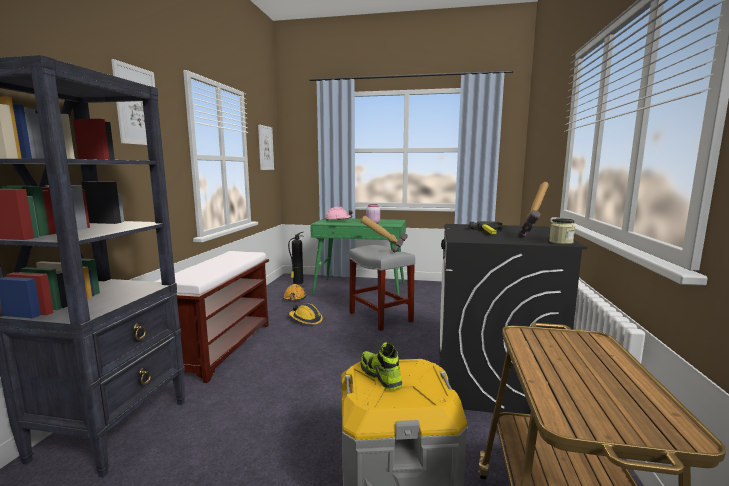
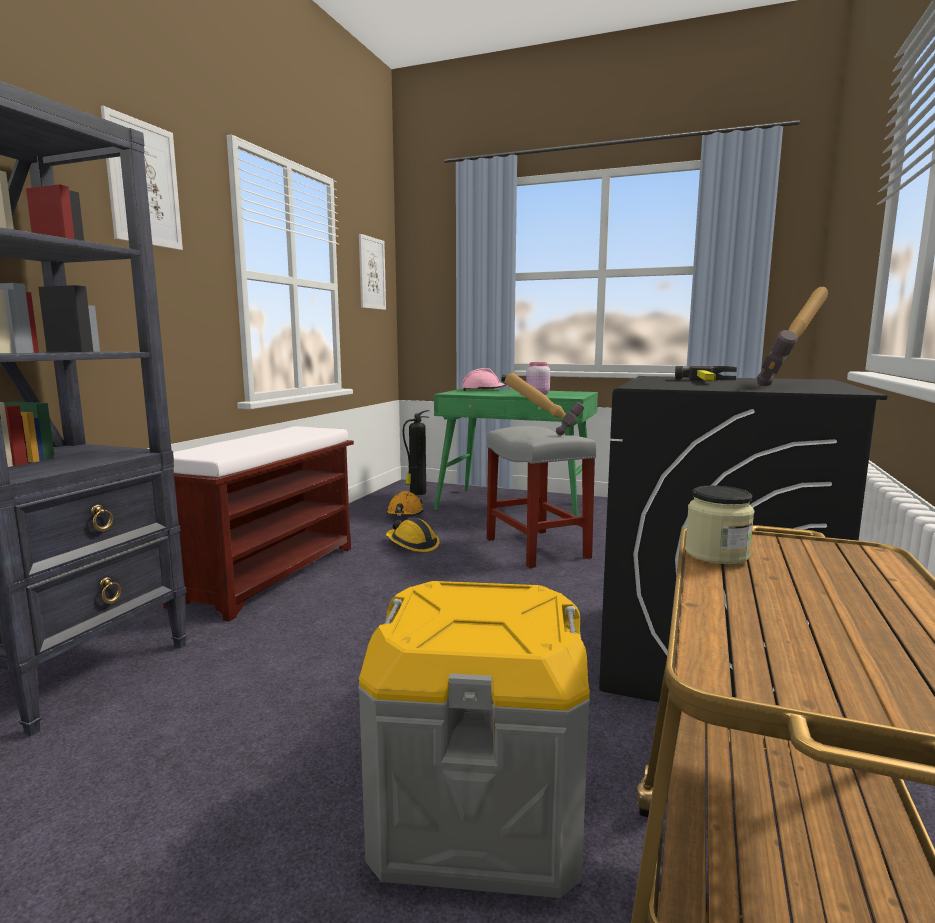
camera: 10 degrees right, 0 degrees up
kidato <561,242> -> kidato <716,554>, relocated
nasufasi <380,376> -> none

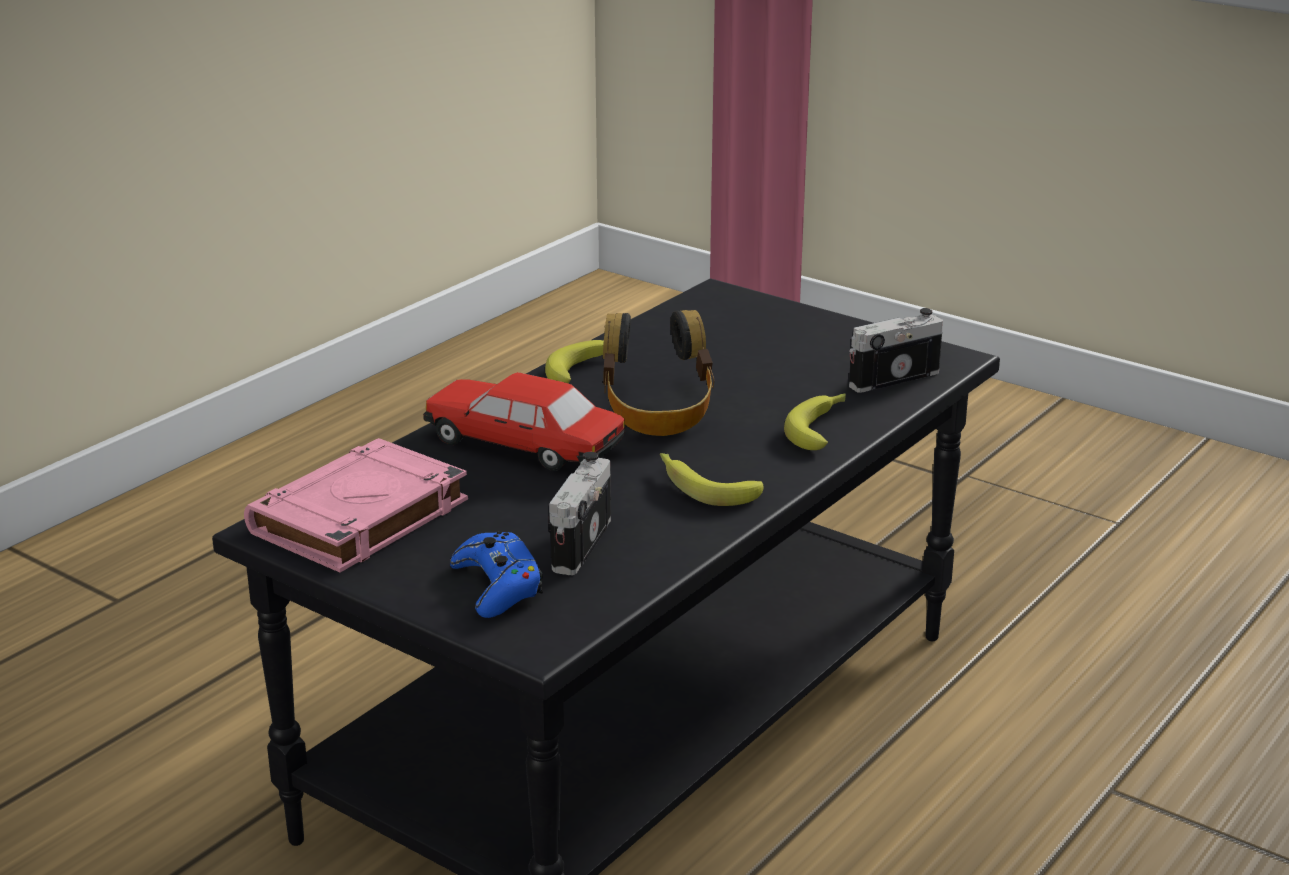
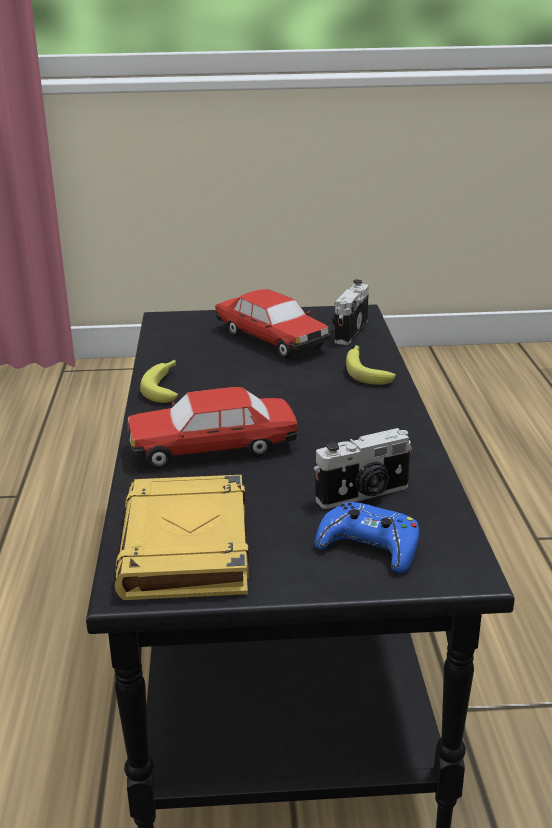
camera: 40 degrees left, 0 degrees up
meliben <657,411> -> none
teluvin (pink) <358,518> -> teluvin (yellow) <186,548>
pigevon <577,544> -> pigevon <364,495>, 90 degrees counterclockwise
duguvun <703,486> -> none
none -> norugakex <271,339>

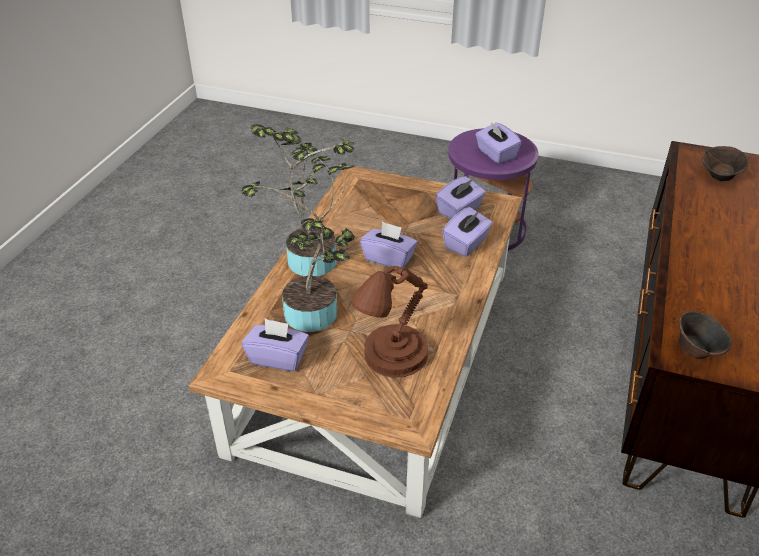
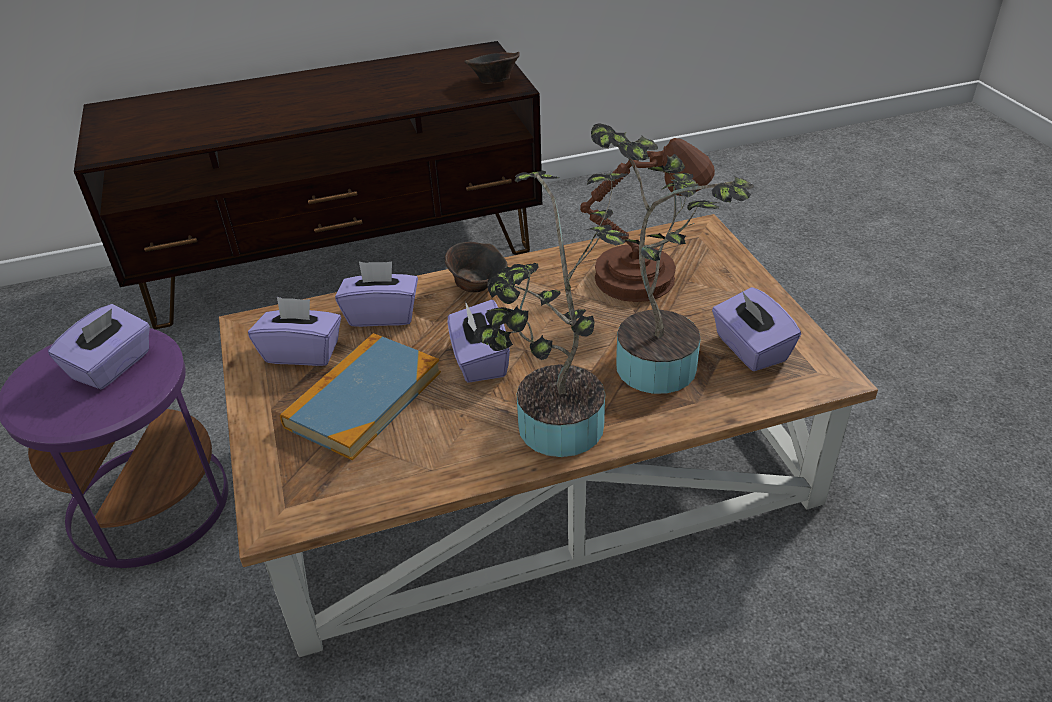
camera: 125 degrees left, 0 degrees up
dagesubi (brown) <720,177> -> dagesubi (brown) <477,285>, relocated
none -> teluvin <363,399>

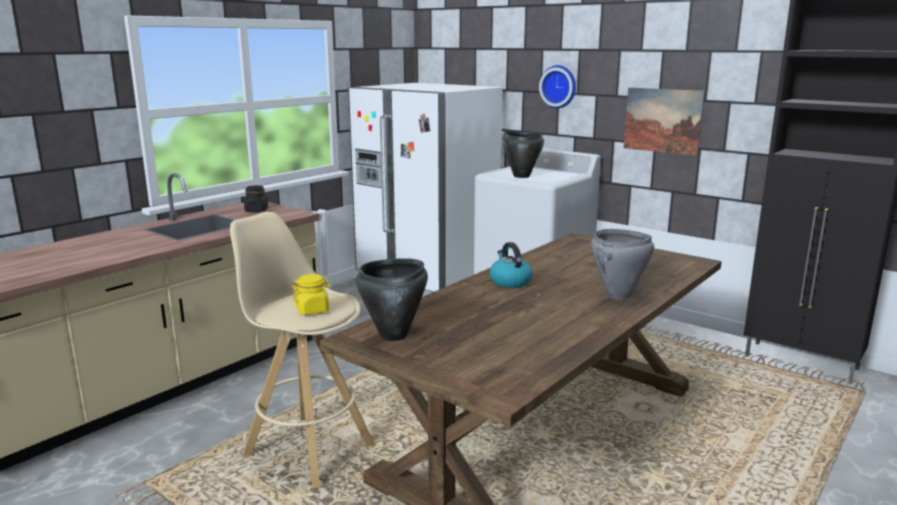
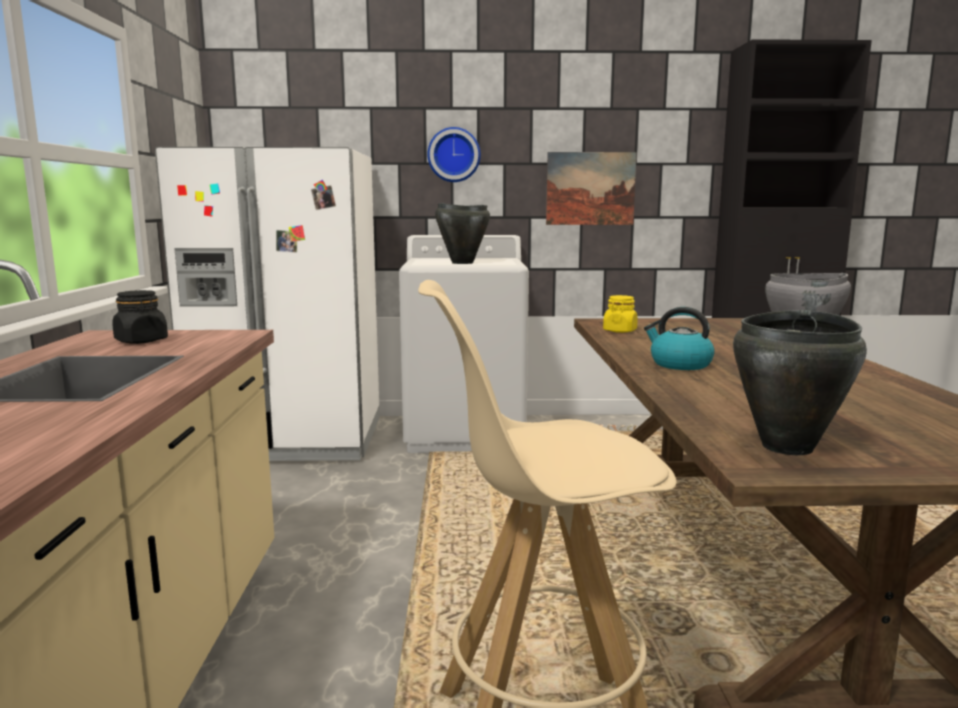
camera: 40 degrees left, 5 degrees down
kidato (yellow) <312,310> -> kidato (yellow) <620,331>, relocated

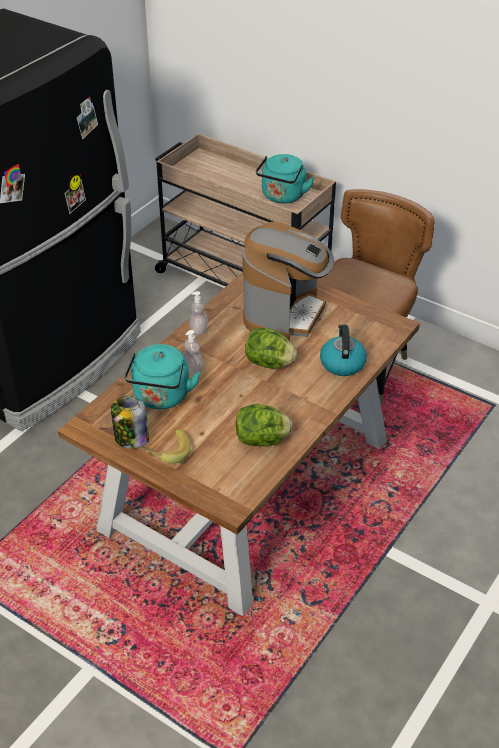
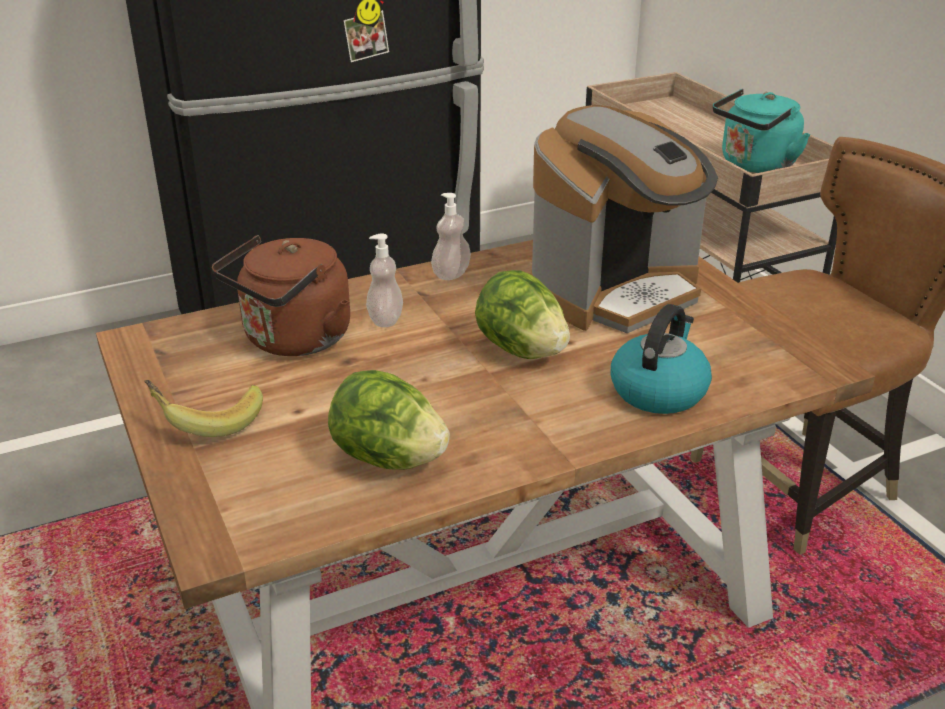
camera: 30 degrees right, 10 degrees down
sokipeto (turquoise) <161,398> -> sokipeto (brown) <293,341>
kidato <131,438> -> none

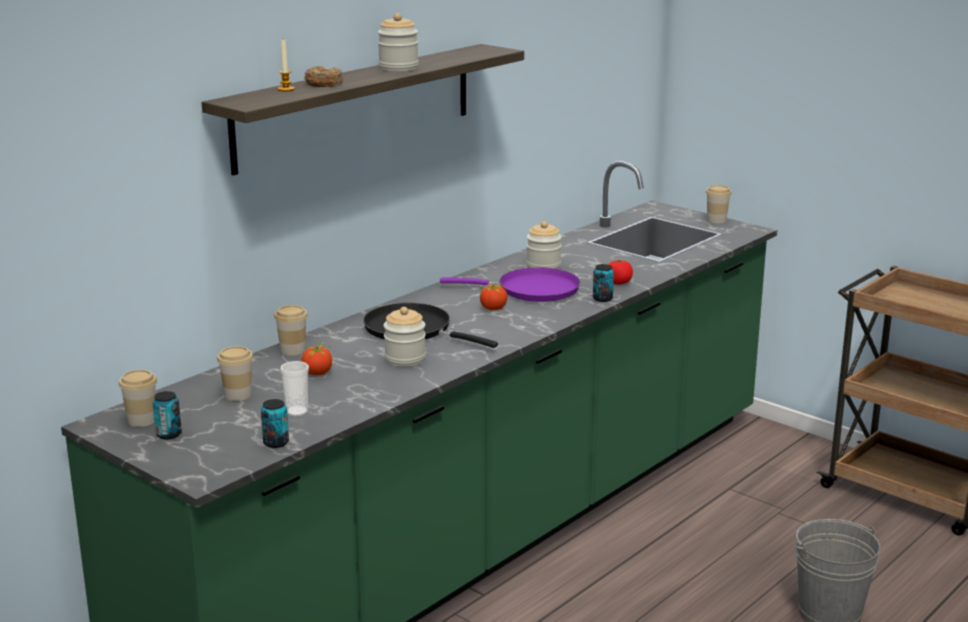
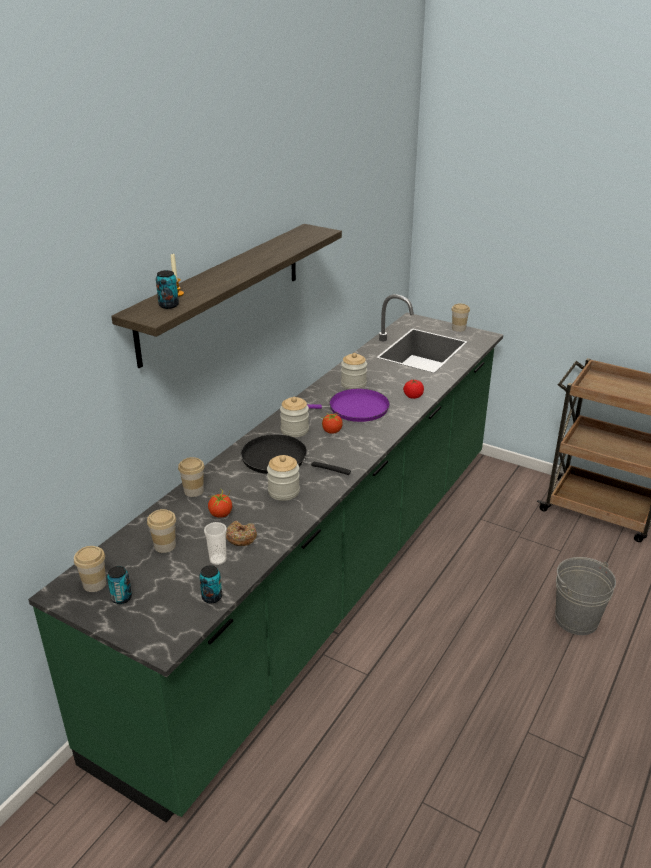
camera: 10 degrees left, 10 degrees up
kidato <398,68> -> kidato <294,430>, relocated
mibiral <323,83> -> mibiral <241,538>, relocated
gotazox <602,299> -> gotazox <169,305>, relocated

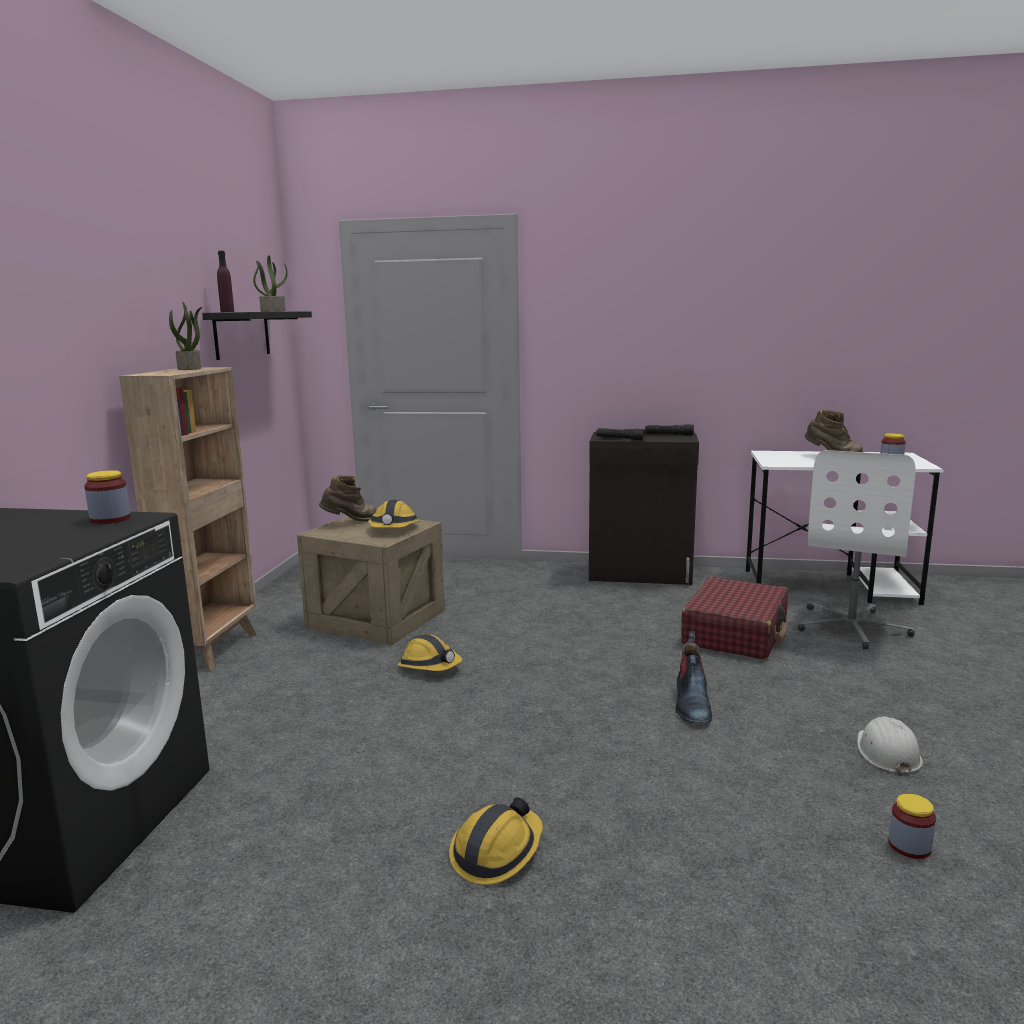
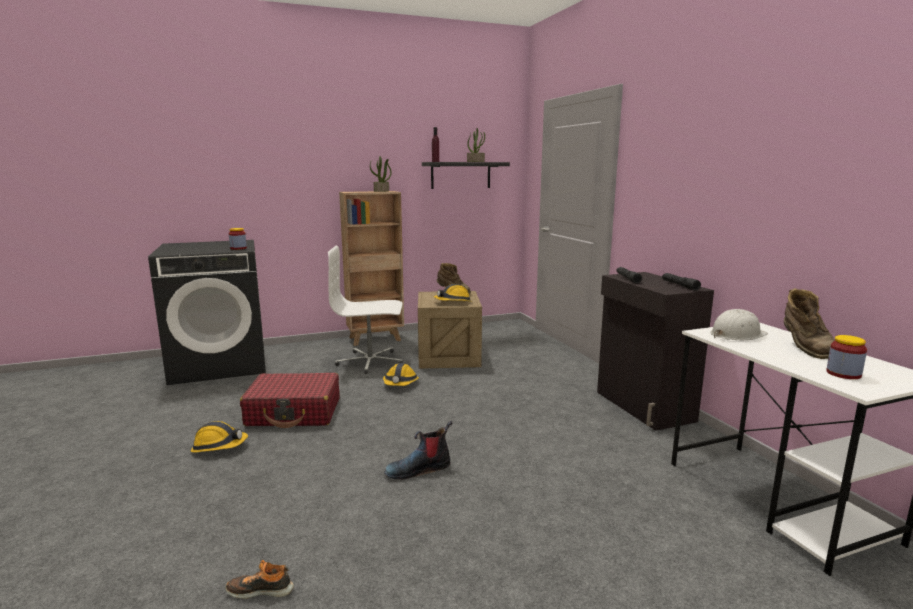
camera: 60 degrees right, 0 degrees up
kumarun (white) <852,627> -> kumarun (white) <370,361>, relocated
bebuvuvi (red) <735,633> -> bebuvuvi (red) <294,412>, relocated
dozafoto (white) <887,753> -> dozafoto (white) <737,335>, relocated
kidato <909,846> -> nasufasi <261,590>

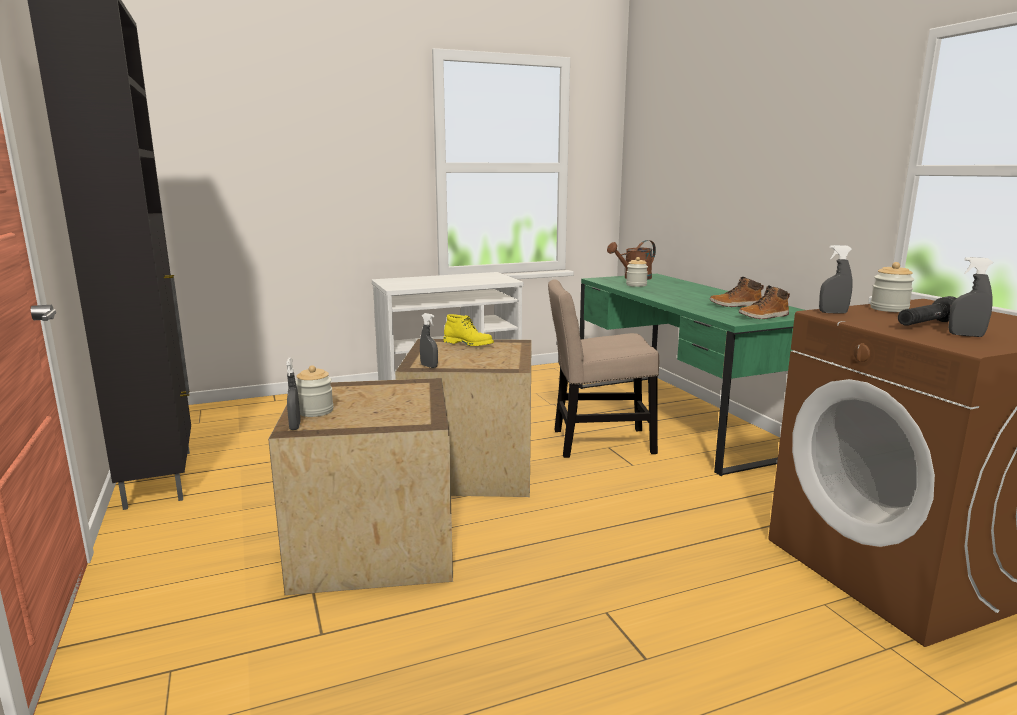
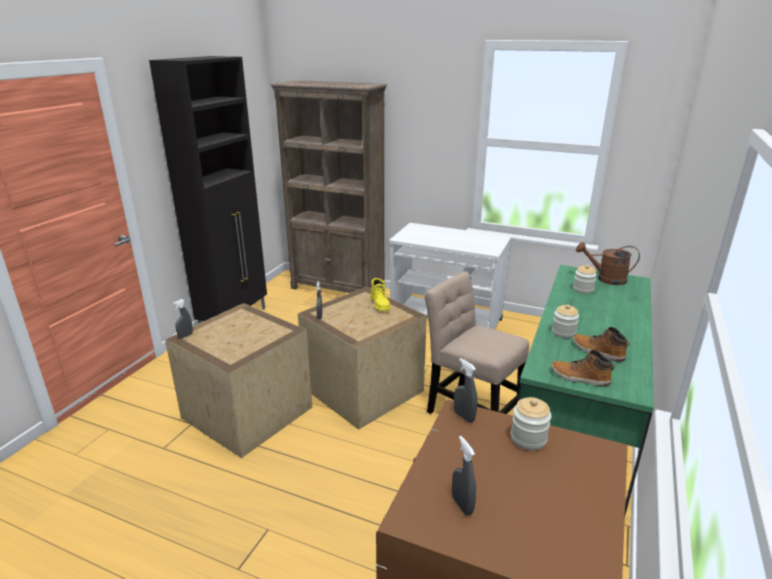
camera: 45 degrees right, 10 degrees up
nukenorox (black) <926,325> -> none
kidato <315,411> -> kidato <563,332>, relocated
none -> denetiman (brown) <338,289>

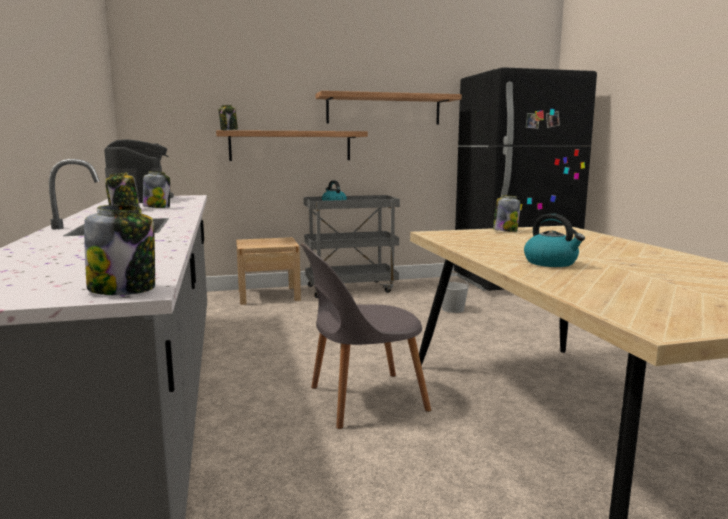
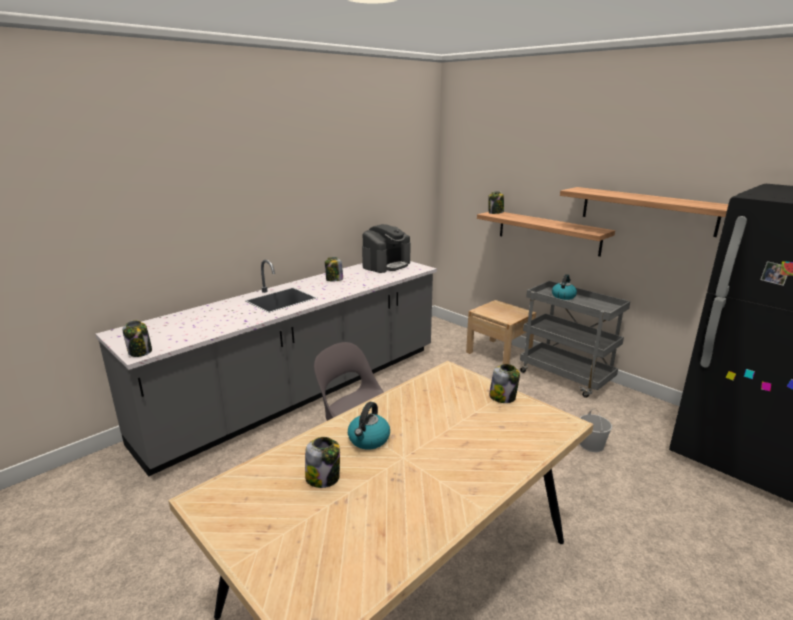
camera: 60 degrees right, 10 degrees up
kidato <157,207> -> kidato <323,478>, relocated

